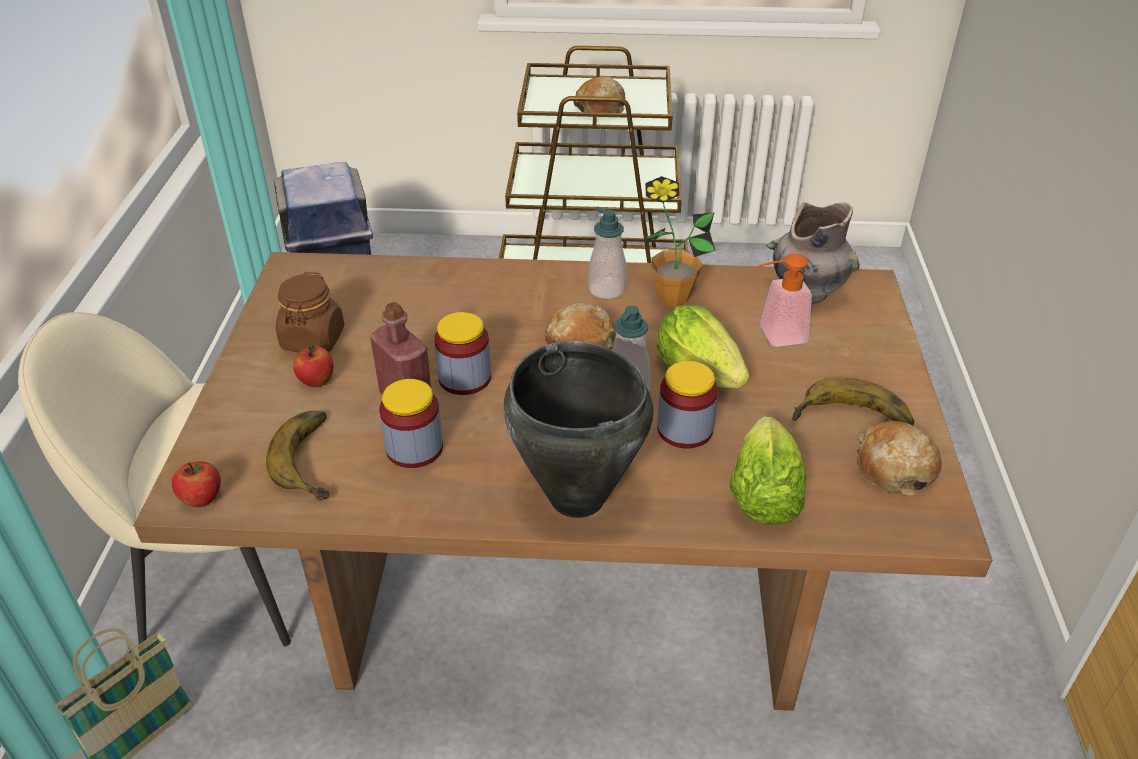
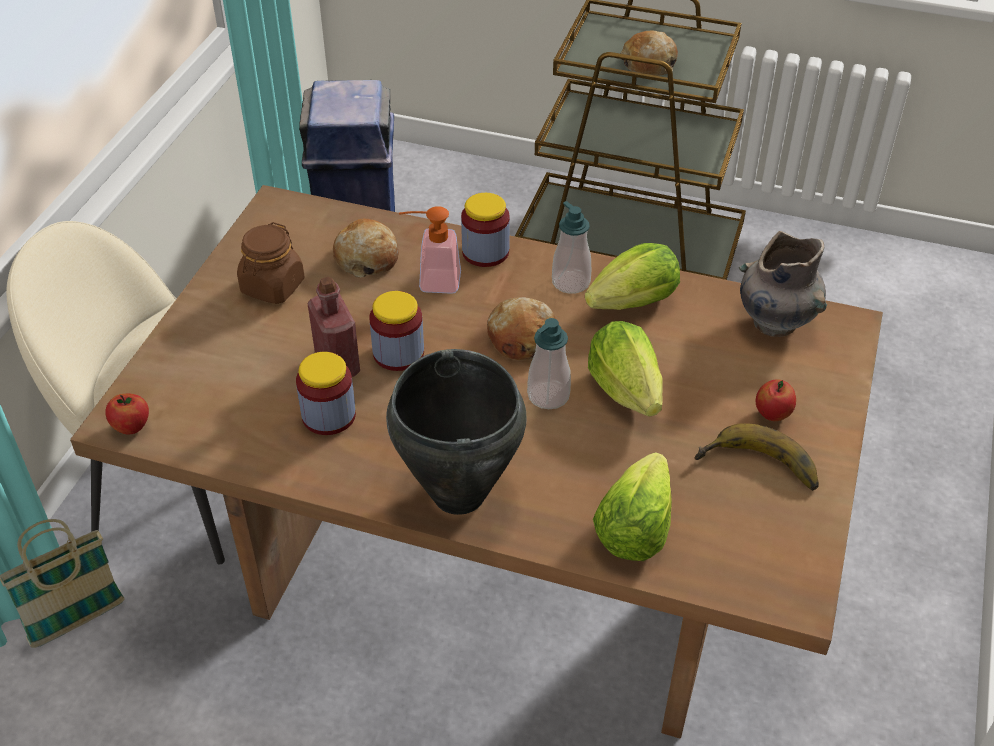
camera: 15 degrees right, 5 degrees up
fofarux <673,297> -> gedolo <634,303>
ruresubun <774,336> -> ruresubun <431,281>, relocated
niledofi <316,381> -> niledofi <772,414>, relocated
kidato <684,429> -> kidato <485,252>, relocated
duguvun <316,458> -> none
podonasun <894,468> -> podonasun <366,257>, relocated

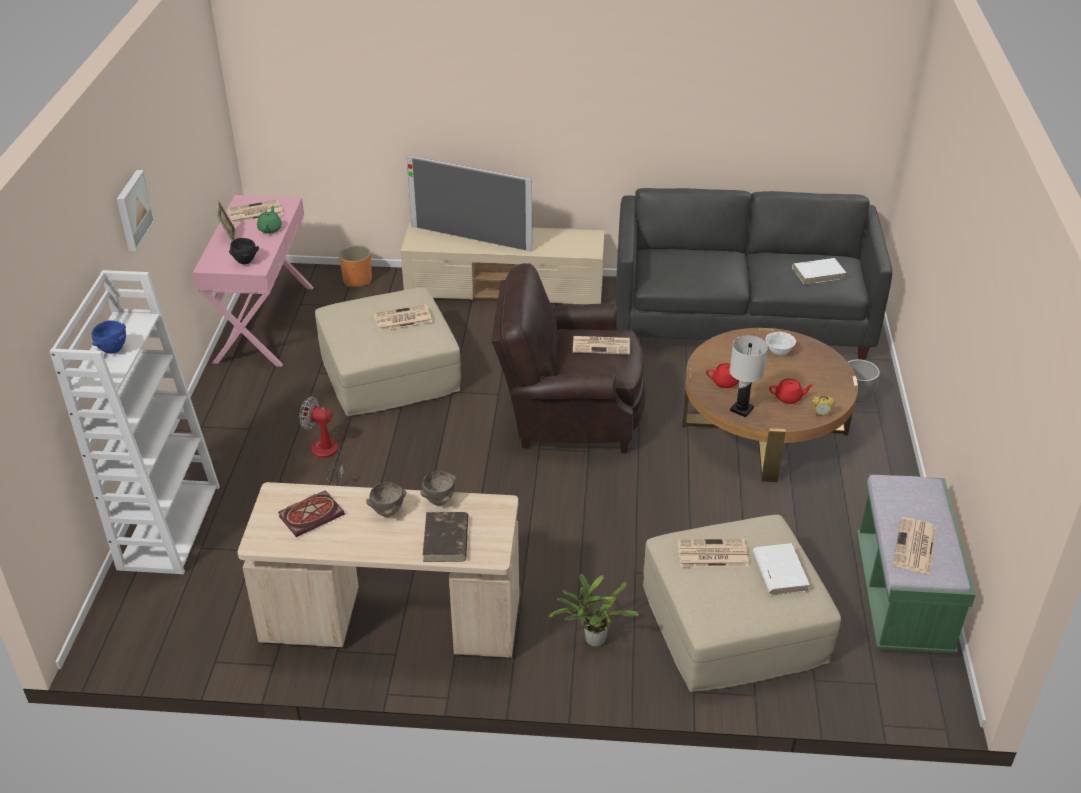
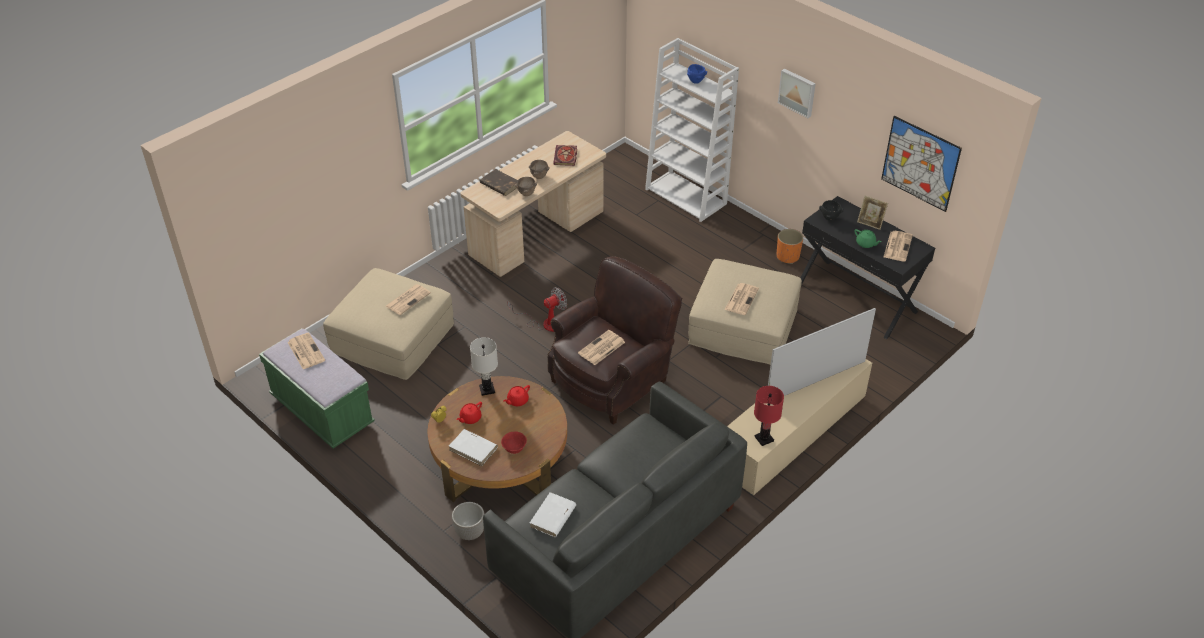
camera: 130 degrees right, 5 degrees up
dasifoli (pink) <264,323> -> dasifoli (black) <856,298>
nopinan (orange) <357,280> -> nopinan (orange) <787,256>, relocated
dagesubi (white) <778,352> -> dagesubi (red) <514,449>
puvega <327,455> -> puvega <545,323>, relocated
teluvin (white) <779,571> -> teluvin (white) <473,449>, relocated
fofarux <592,640> -> none
none -> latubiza <920,163>
none -> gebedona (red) <763,438>

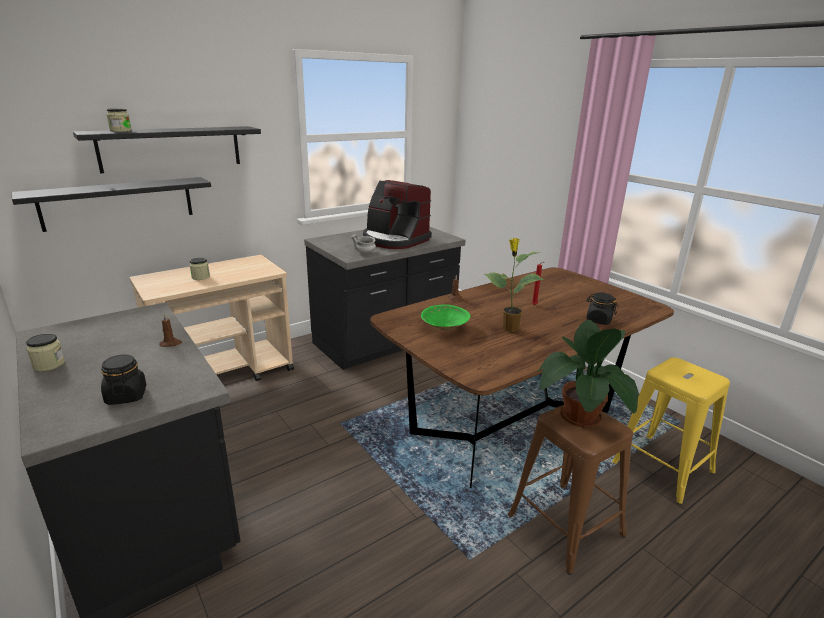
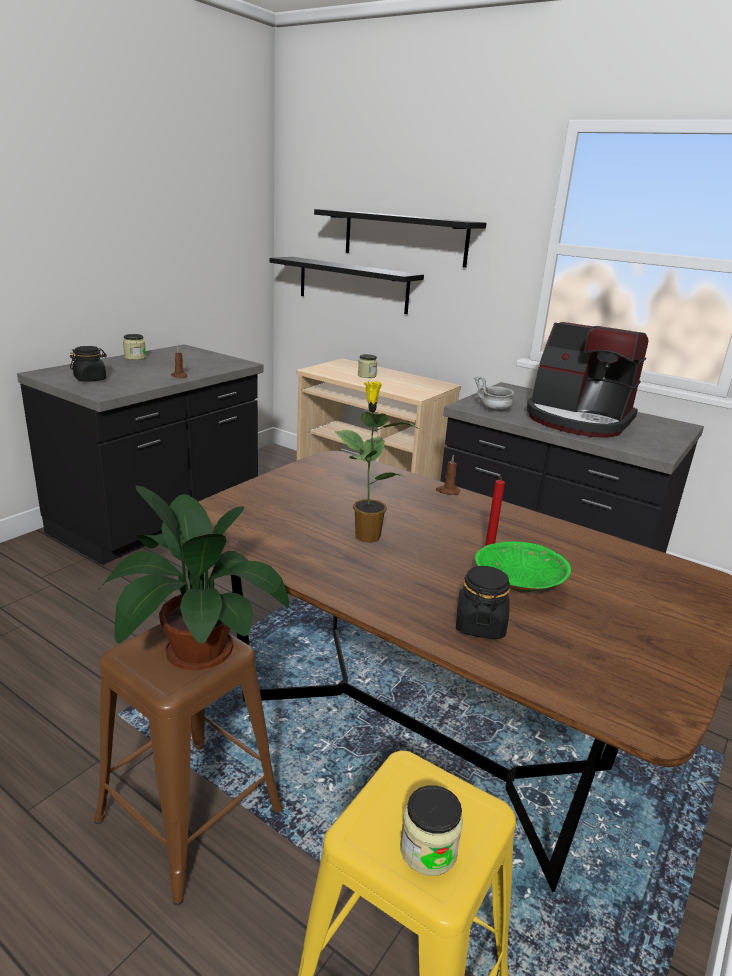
camera: 70 degrees right, 0 degrees up
kidato <121,131> -> kidato <428,850>, relocated
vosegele <394,240> -> vosegele <578,420>, 75 degrees counterclockwise
dagesubi (green) <444,328> -> dagesubi (green) <517,585>, relocated

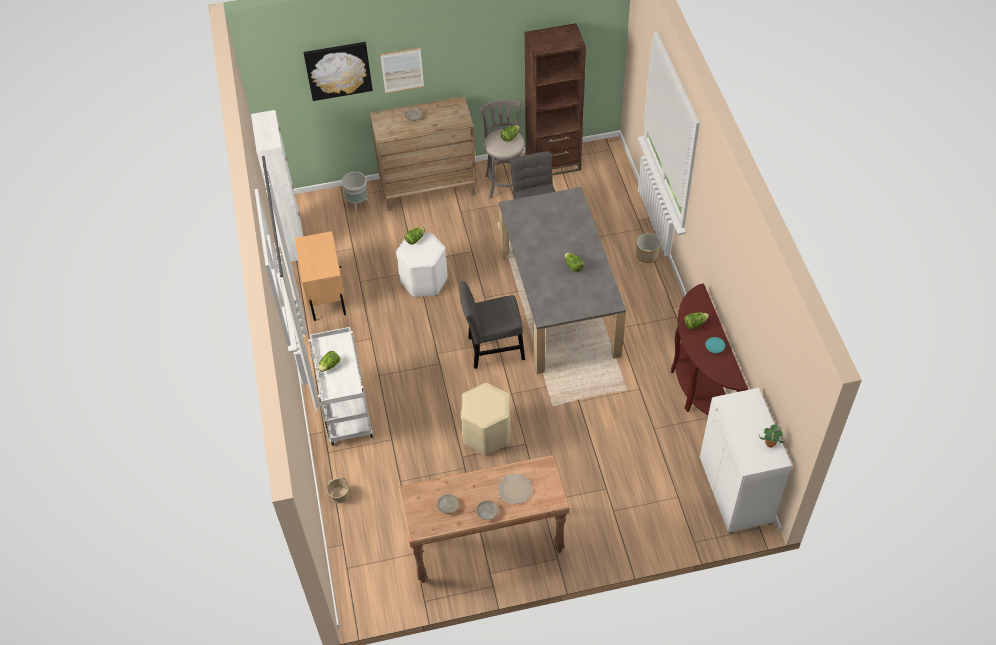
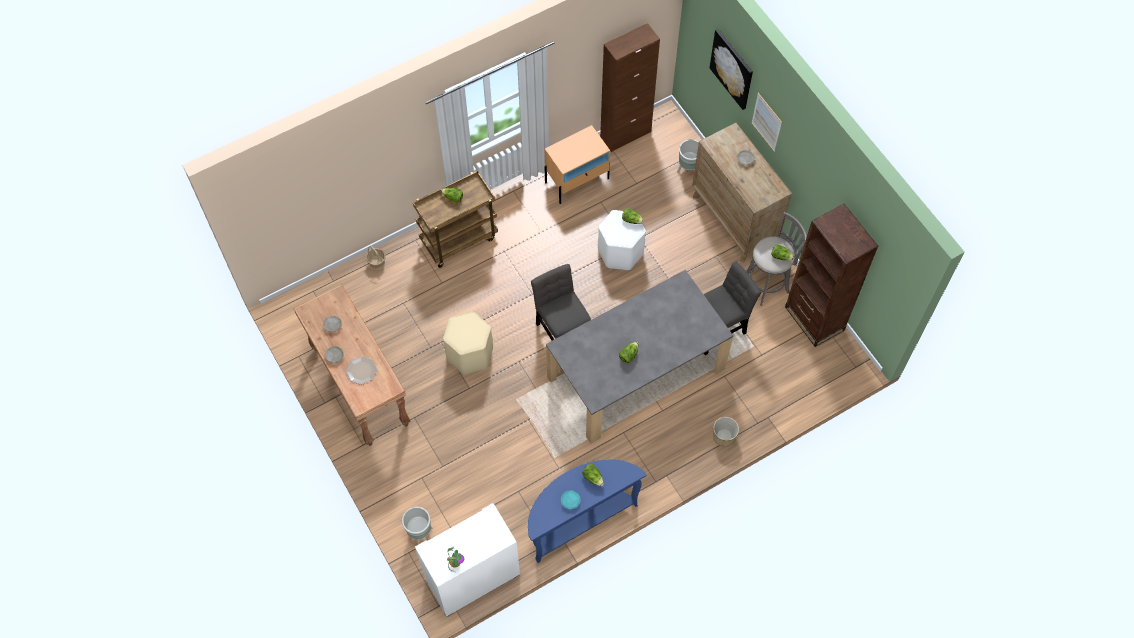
camera: 70 degrees right, 10 degrees up
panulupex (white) <293,242> -> panulupex (brown) <625,134>
dasifoli (brown) <698,385> -> dasifoli (blue) <579,520>
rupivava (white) <345,411> -> rupivava (brown) <459,238>
none -> nopinan (grey) <419,533>

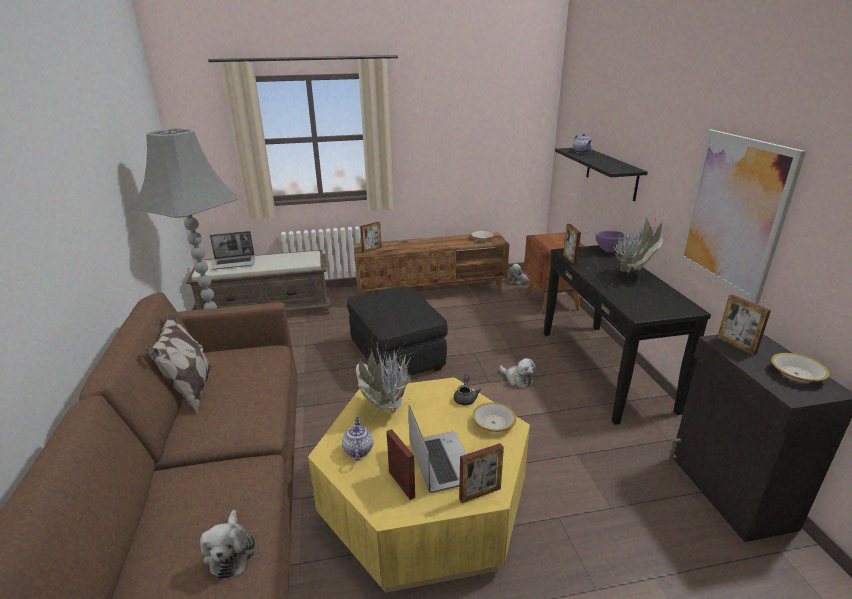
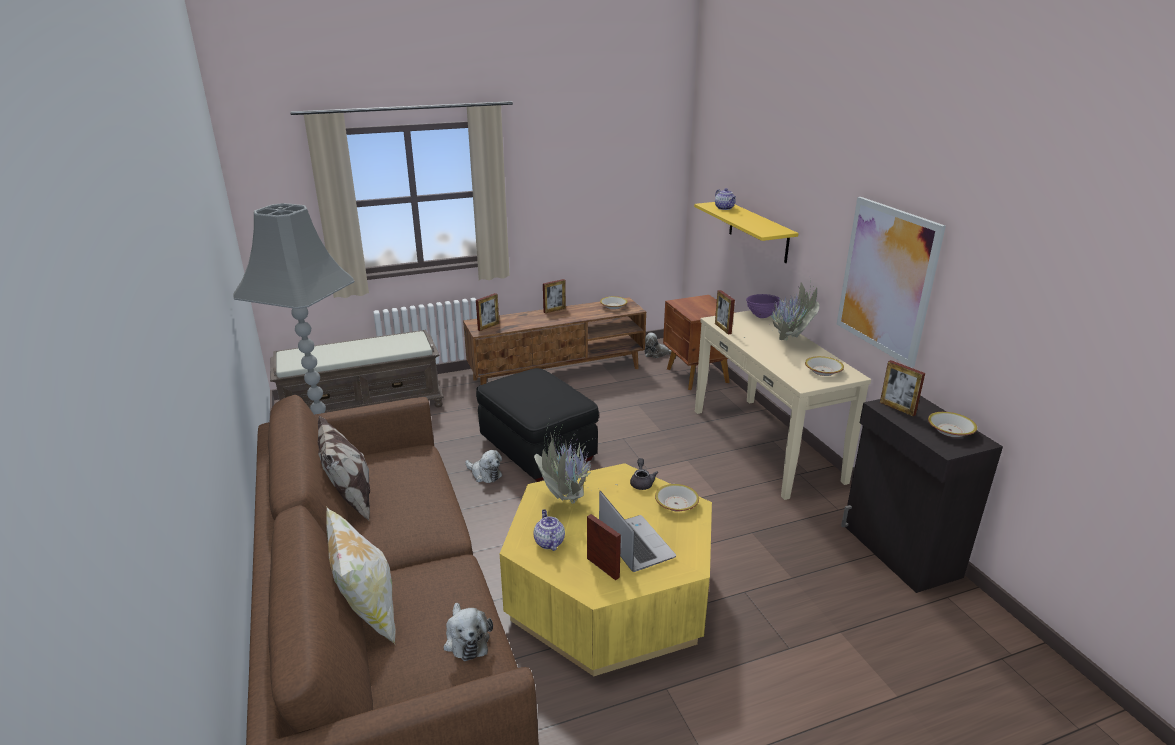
camera: 10 degrees left, 0 degrees up
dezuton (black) <611,173> -> dezuton (yellow) <758,231>
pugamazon <235,263> -> none
dasifoli (black) <605,369> -> dasifoli (beige) <766,444>
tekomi <517,379> -> tekomi <485,474>, relocated
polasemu <480,493> -> polasemu <554,310>, relocated
none -> dagesubi <823,371>
none -> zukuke <367,612>

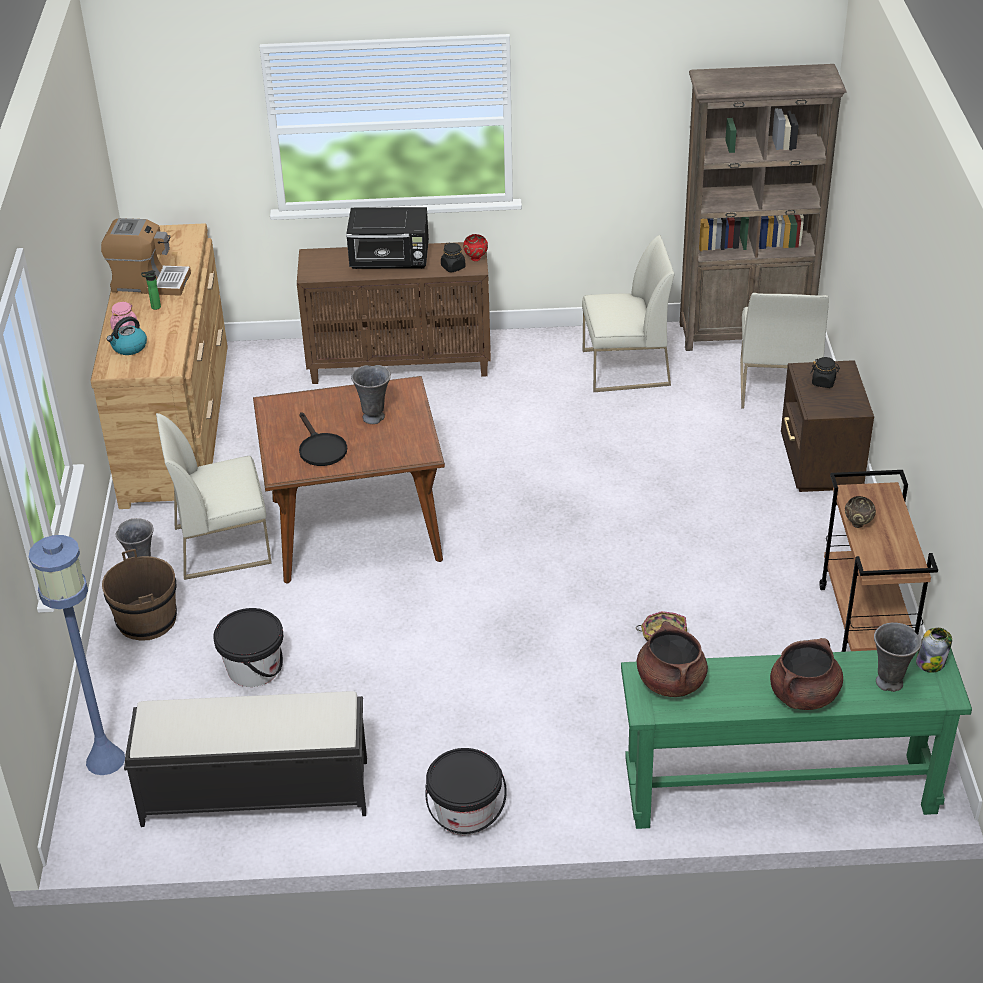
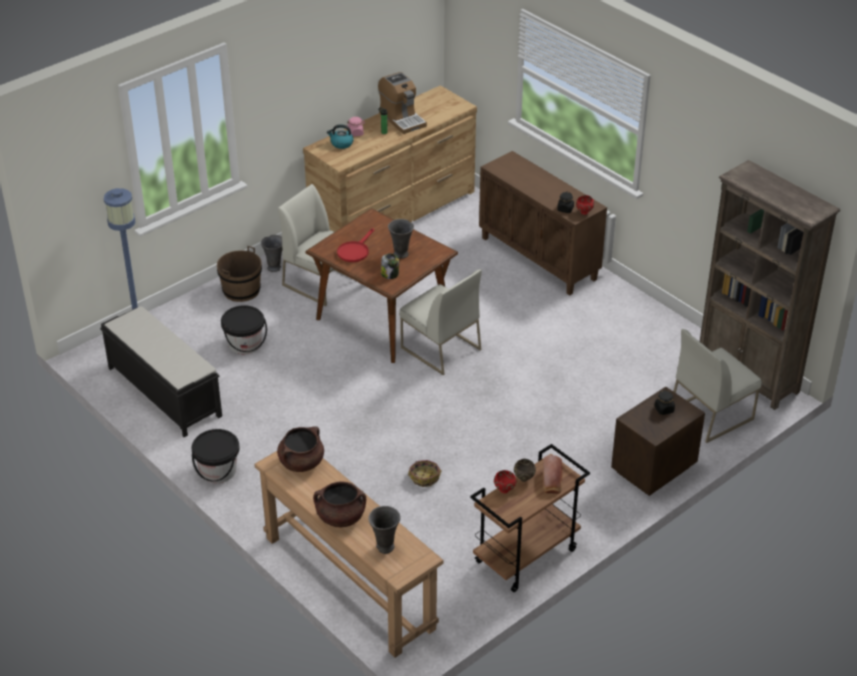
camera: 50 degrees right, 0 degrees up
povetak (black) <390,260> -> none
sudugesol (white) <625,368> -> sudugesol (white) <440,348>, relocated
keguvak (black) <320,448> -> keguvak (red) <355,251>
kidato <931,662> -> kidato <390,274>, relocated
dasifoli (green) <780,790> -> dasifoli (brown) <349,582>
none -> podonasun <552,482>
none -> dagesubi (red) <505,490>

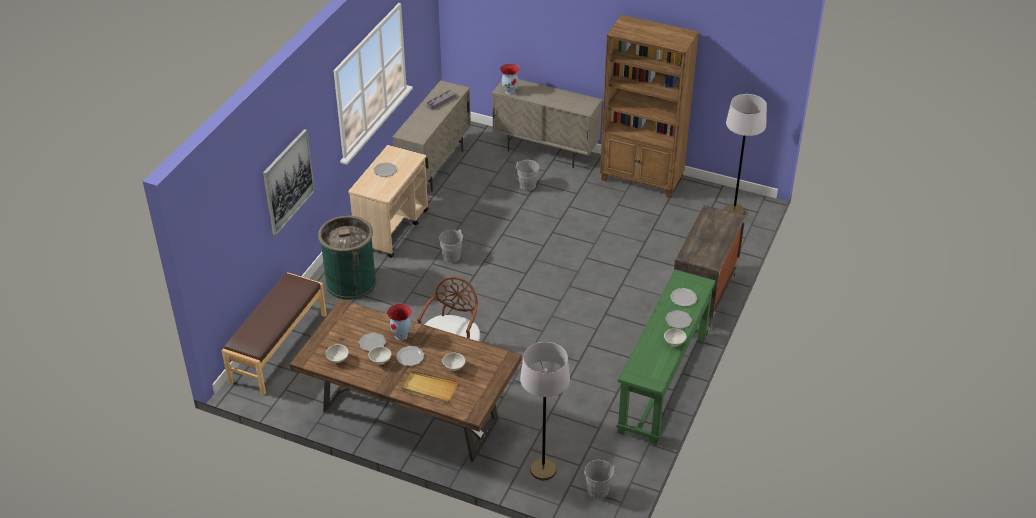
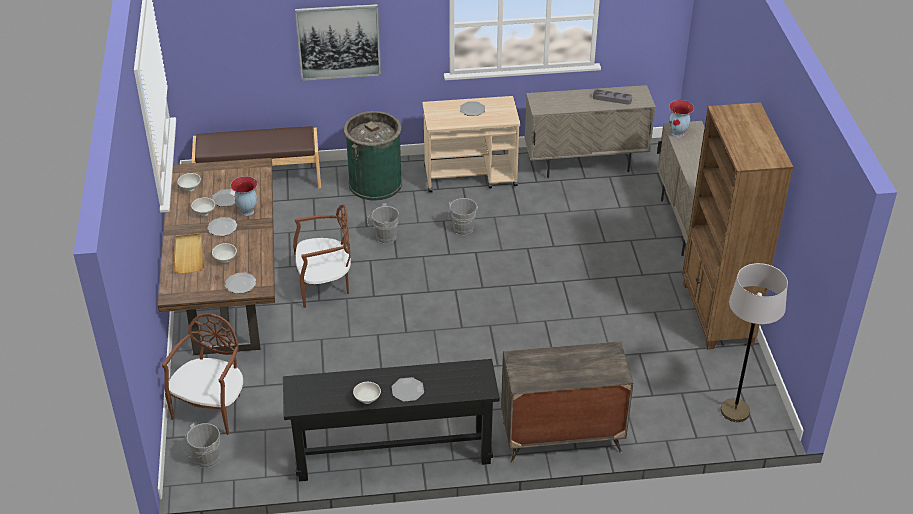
camera: 60 degrees right, 0 degrees up
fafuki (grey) <526,187> -> fafuki (grey) <384,237>, relocated
dasifoli (green) <662,384> -> dasifoli (black) <393,453>
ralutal <683,298> -> ralutal <240,284>, relocated
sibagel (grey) <543,470> -> sudugesol (brown) <212,408>

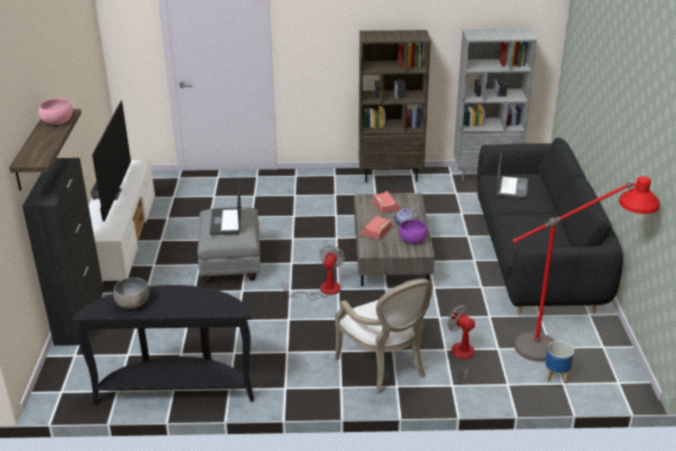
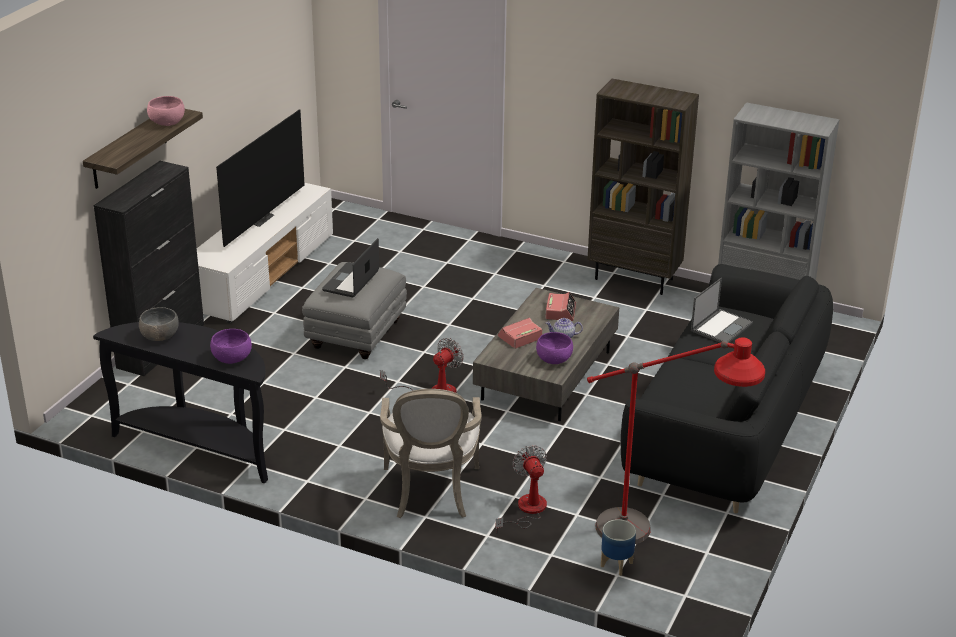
camera: 25 degrees right, 0 degrees up
none -> dagesubi (purple) <232,358>

